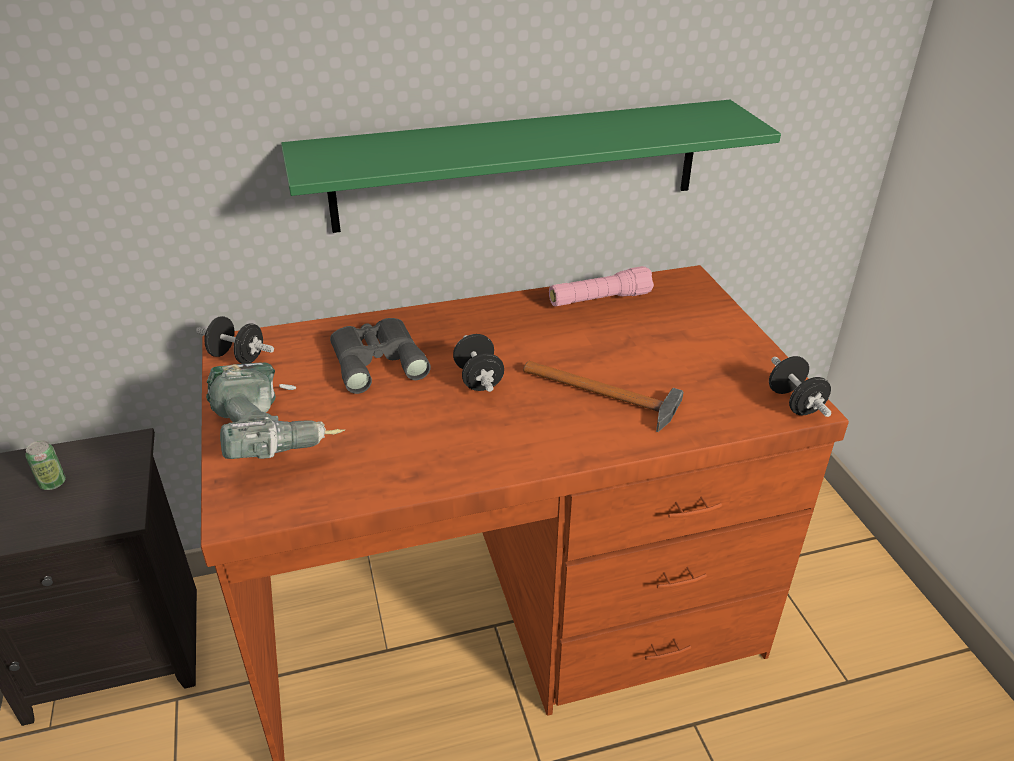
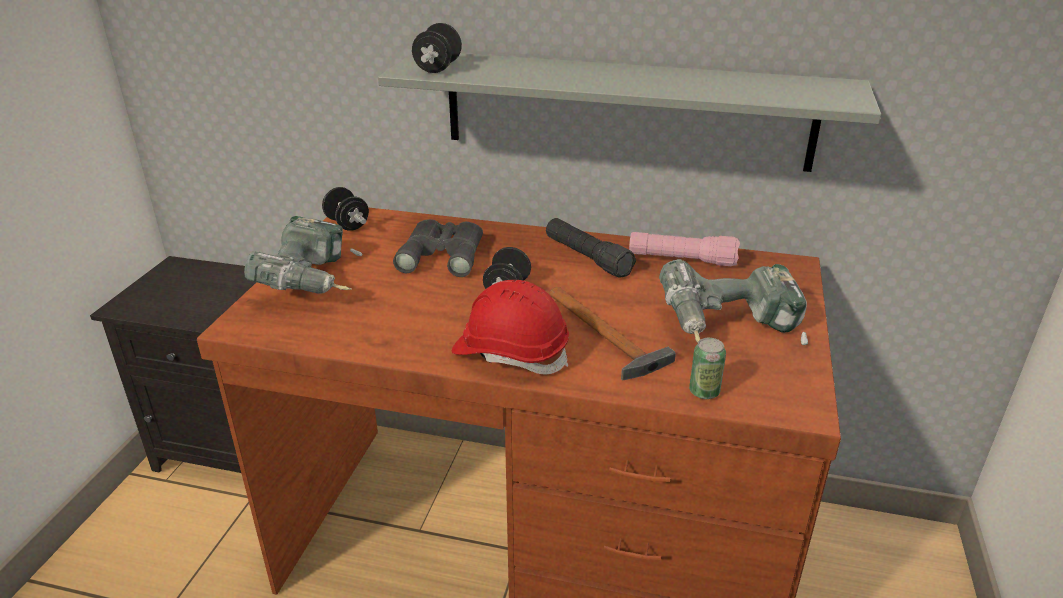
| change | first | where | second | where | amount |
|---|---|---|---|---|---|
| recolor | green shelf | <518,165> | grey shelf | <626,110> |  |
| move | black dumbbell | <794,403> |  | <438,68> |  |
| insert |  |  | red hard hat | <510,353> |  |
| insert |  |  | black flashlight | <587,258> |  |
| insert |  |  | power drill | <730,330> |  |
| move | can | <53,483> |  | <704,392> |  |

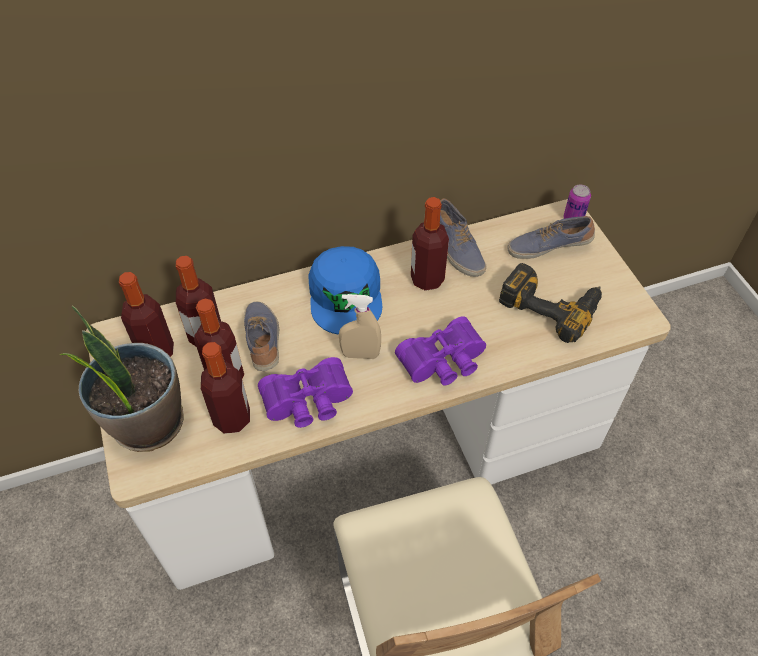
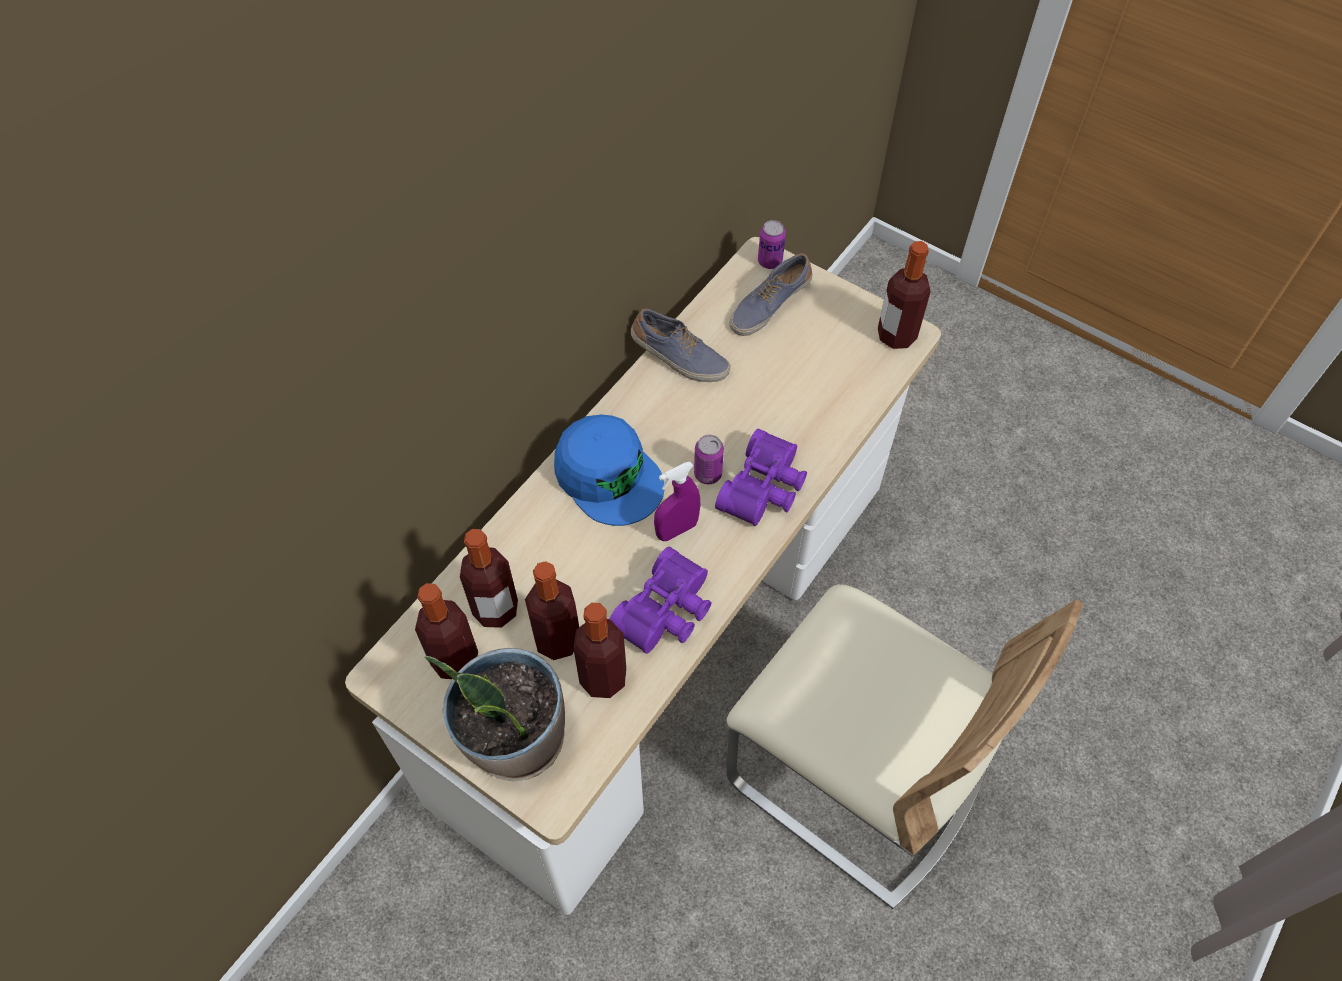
| change | first | where | second | where | amount |
|---|---|---|---|---|---|
| recolor | beige spray bottle | <360,354> | purple spray bottle | <677,530> |  |
| insert |  |  | can | <708,474> |  |
| move | bottle | <427,279> |  | <896,335> |  |
| delete | shoe | <264,341> |  |  |  |
| delete | power drill | <551,303> |  |  |  |

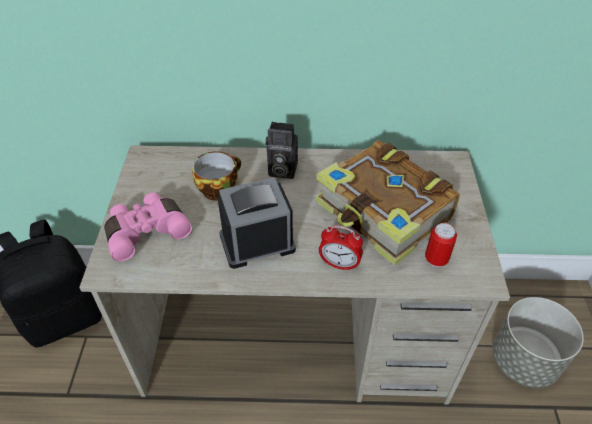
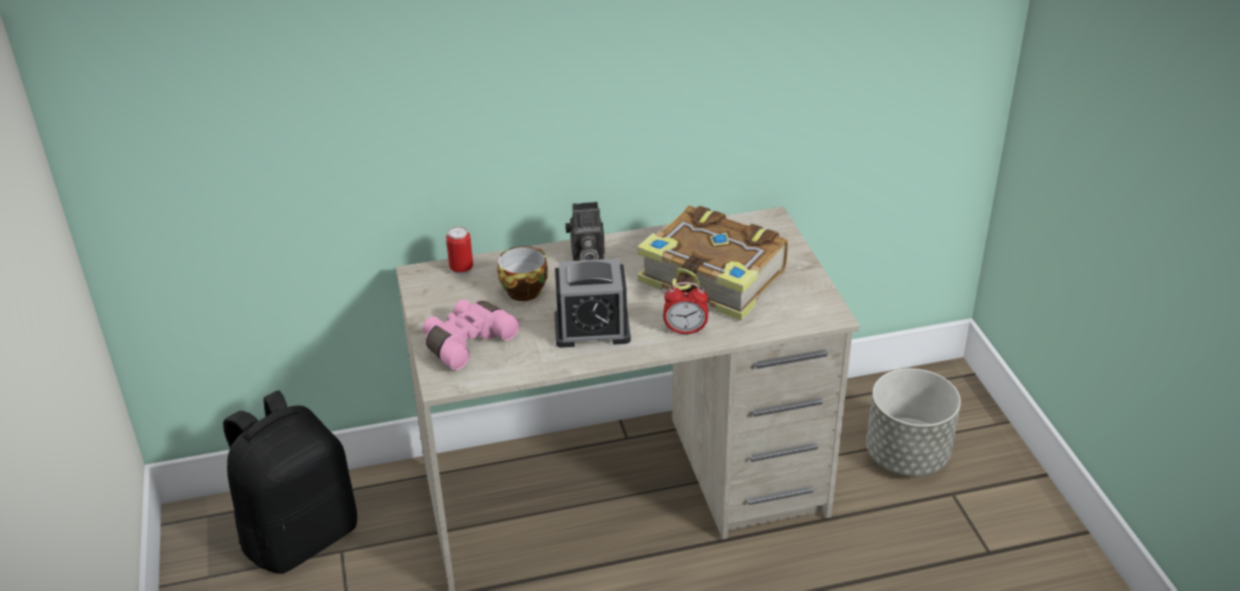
| change | first | where | second | where | amount |
|---|---|---|---|---|---|
| move | can | <436,259> |  | <461,269> |  |
| rotate | alarm clock | <257,242> |  | <592,329> | 150 degrees counterclockwise |

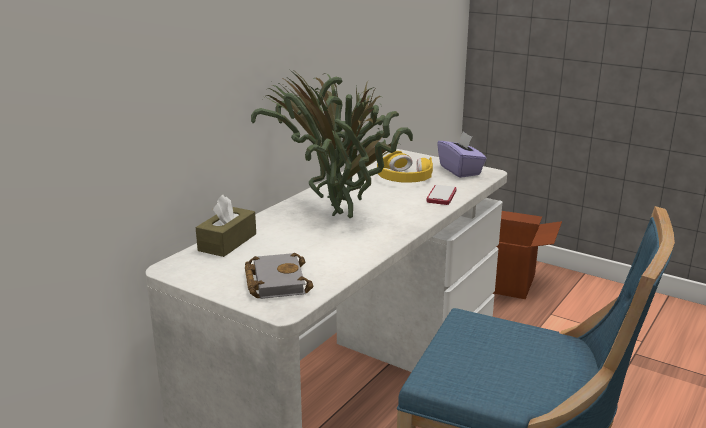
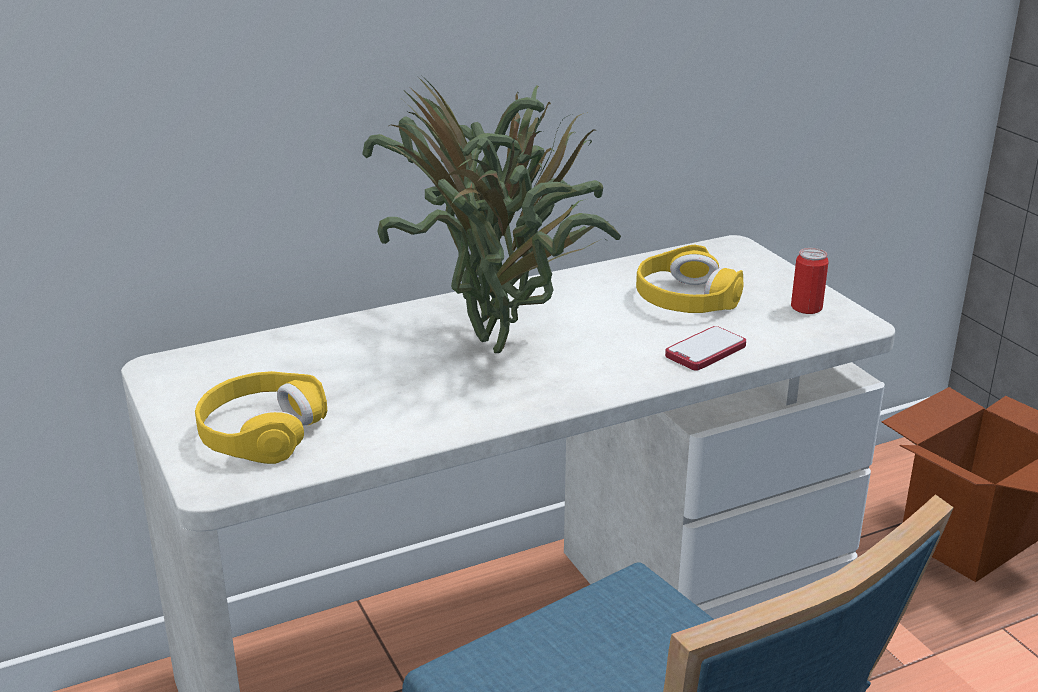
| change | first | where | second | where | amount |
|---|---|---|---|---|---|
| replace | grey book | <275,281> | yellow headphones | <261,432> |  |
| replace | purple tissue box | <460,170> | can | <806,307> |  |
| delete | brown tissue box | <227,242> |  |  |  |

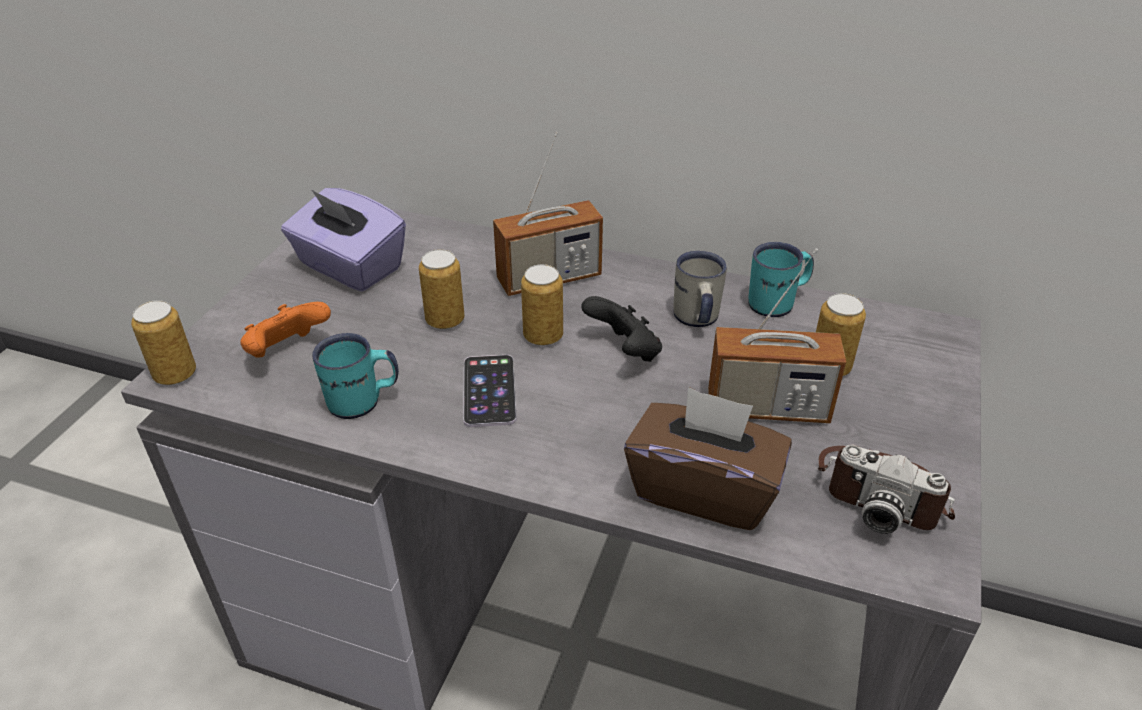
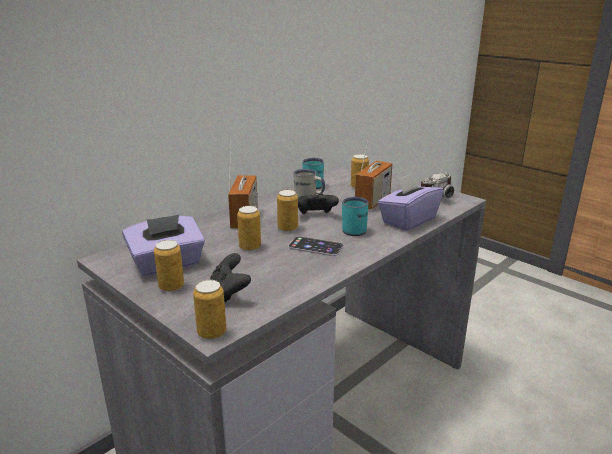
| change | first | where | second | where | amount |
|---|---|---|---|---|---|
| insert |  |  | can | <171,287> |  |
| recolor | orange game controller | <287,351> | black game controller | <229,293> |  |
| move | turquoise mug | <363,402> |  | <355,229> |  |
| recolor | brown tissue box | <703,489> | purple tissue box | <408,220> |  |

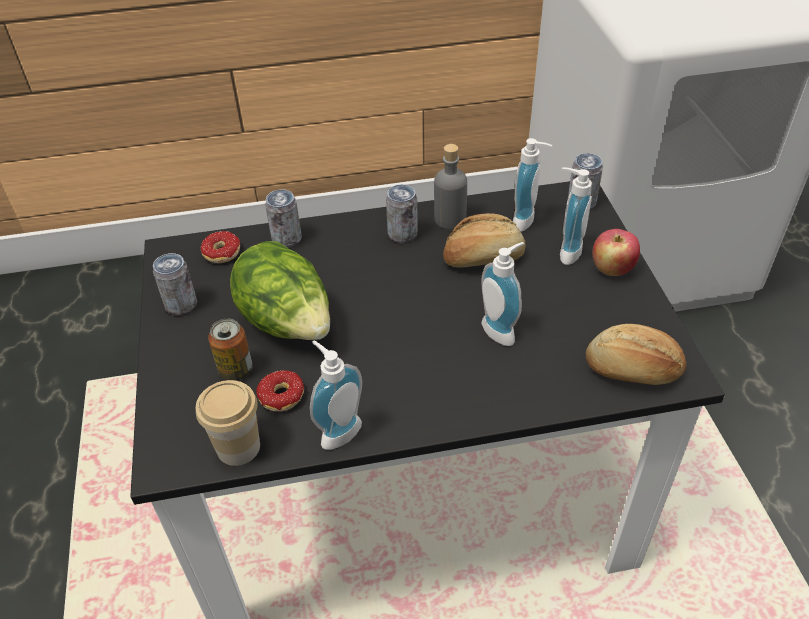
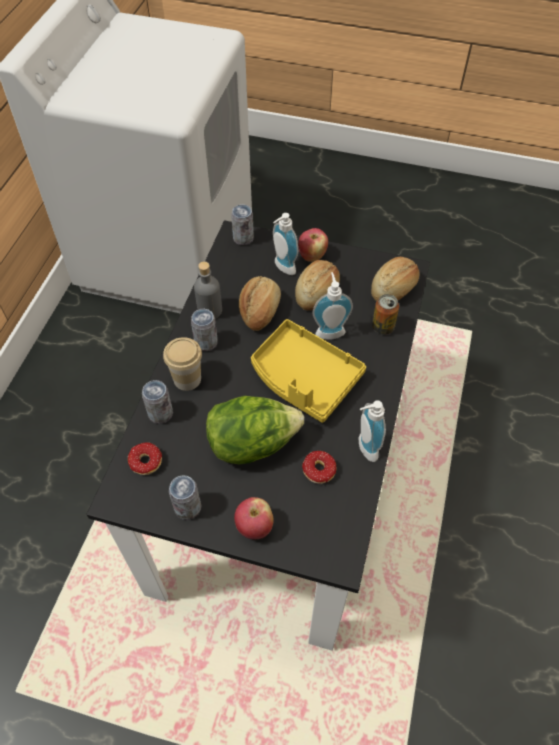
| change | first | where | second | where | amount |
|---|---|---|---|---|---|
| move | cup | <238,447> |  | <187,379> |  |
| insert |  |  | apple | <254,527> |  |
| insert |  |  | yellow tray | <304,378> |  |
| insert |  |  | bread | <317,292> |  |
| move | can | <236,370> |  | <383,327> |  |
| delete | soap dispenser | <527,221> |  |  |  |

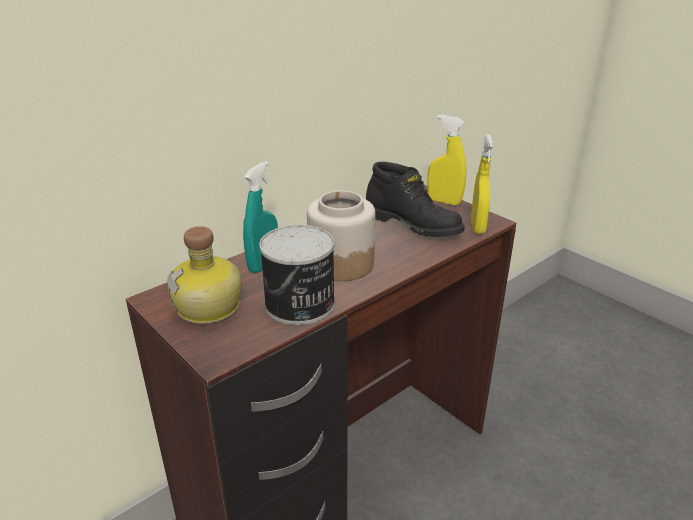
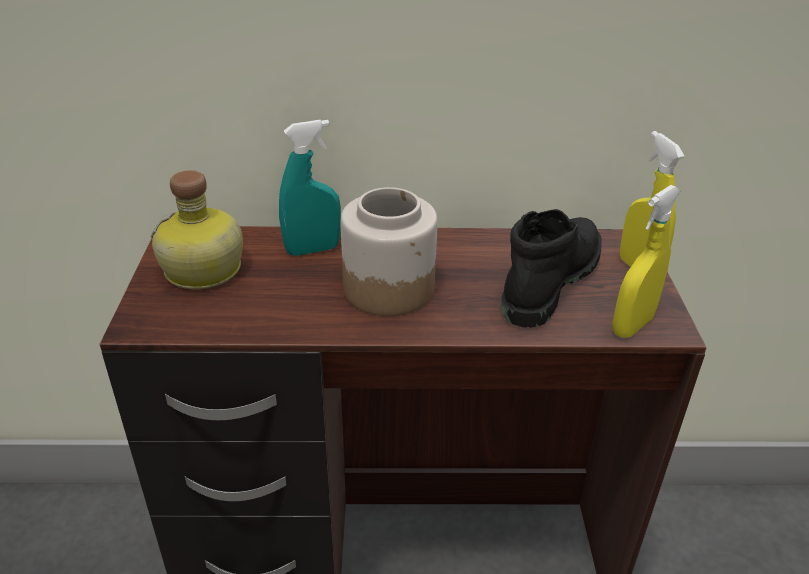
| change | first | where | second | where | amount |
|---|---|---|---|---|---|
| rotate | black boot | <413,224> |  | <548,281> | 135 degrees counterclockwise |
| delete | can | <300,305> |  |  |  |

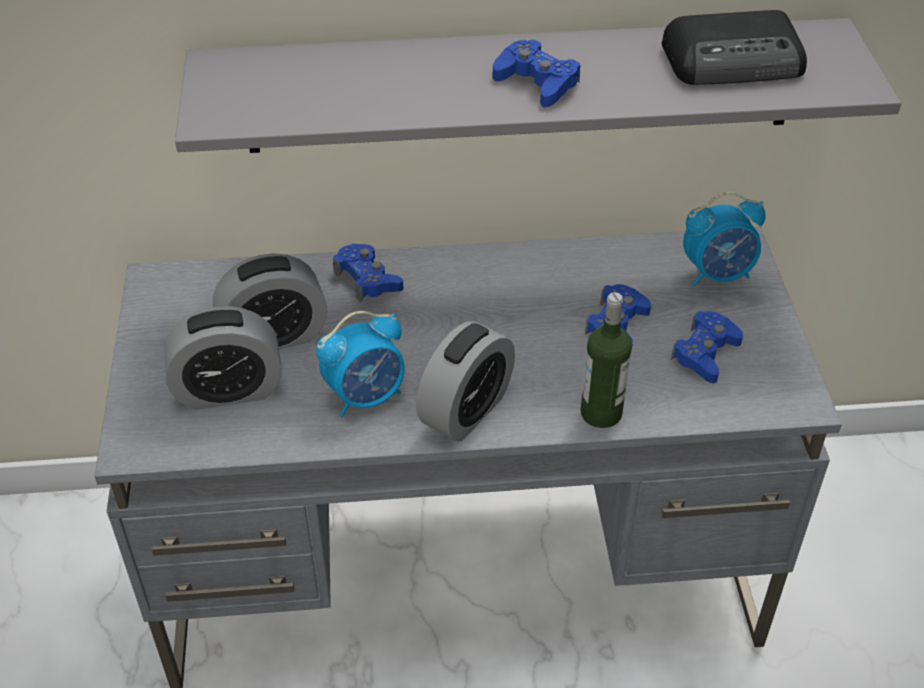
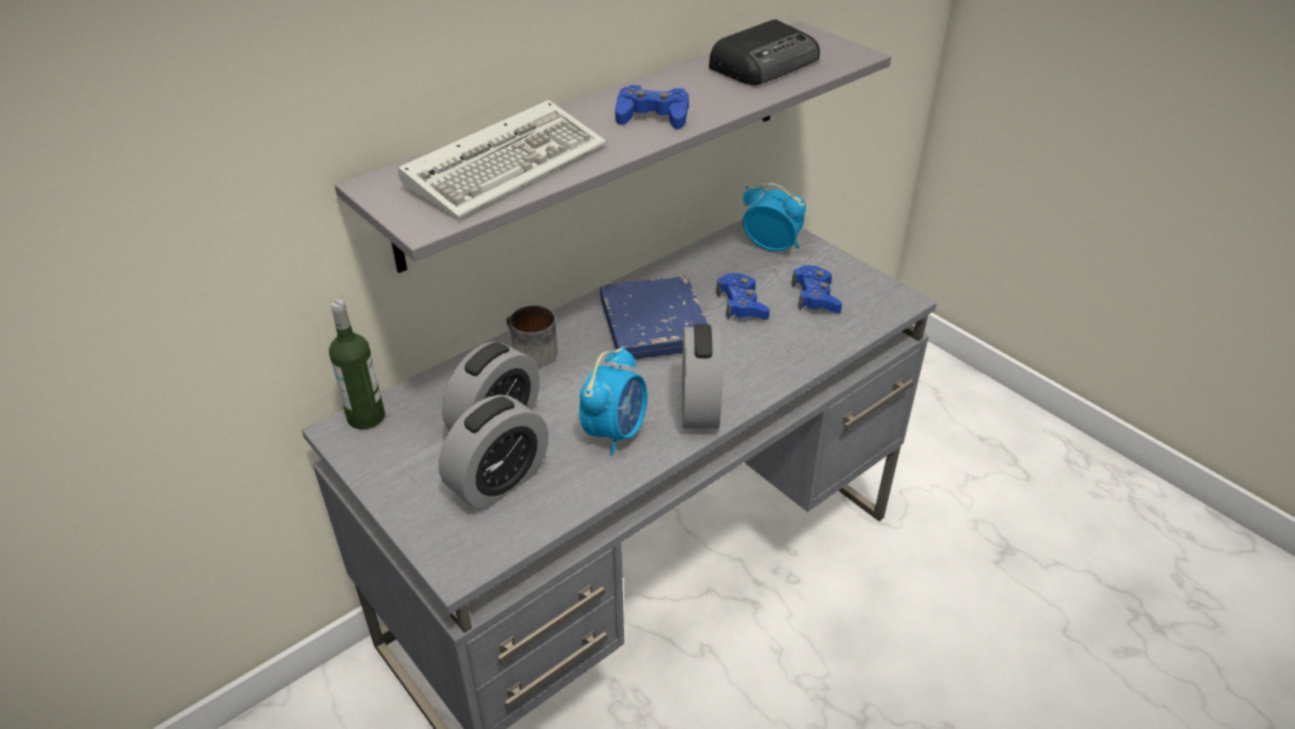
| change | first | where | second | where | amount |
|---|---|---|---|---|---|
| move | bottle | <601,413> |  | <366,417> |  |
| insert |  |  | keyboard | <508,164> |  |
| replace | blue game controller | <367,279> | mug | <529,352> |  |
| insert |  |  | blue book | <654,325> |  |
| rotate | alarm clock | <717,274> |  | <771,246> | 105 degrees counterclockwise |

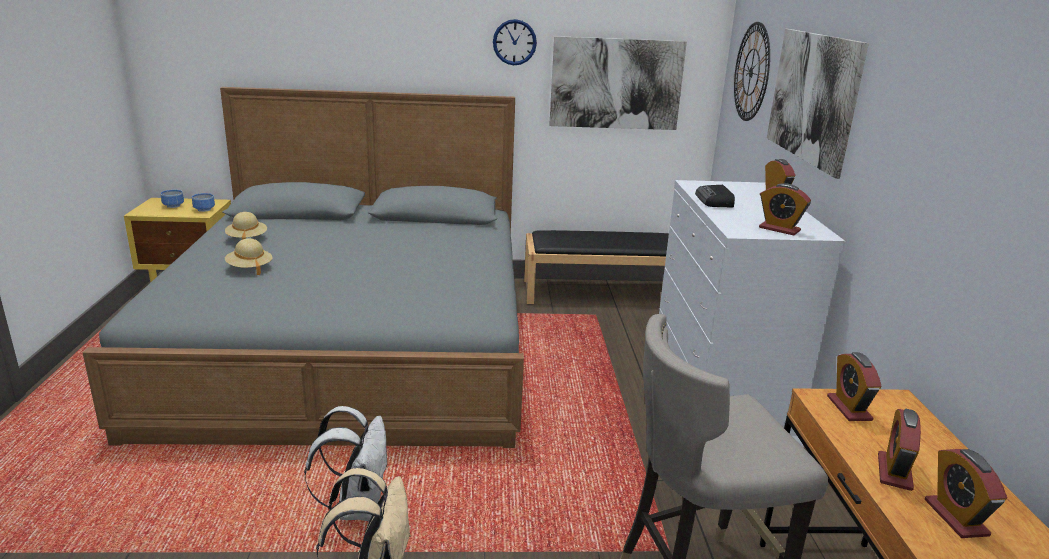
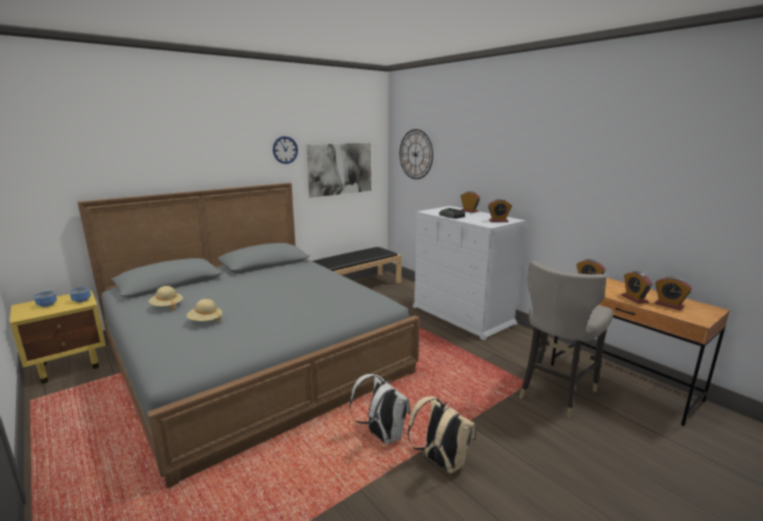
| change | first | where | second | where | amount |
|---|---|---|---|---|---|
| delete | picture | <812,97> |  |  |  |

